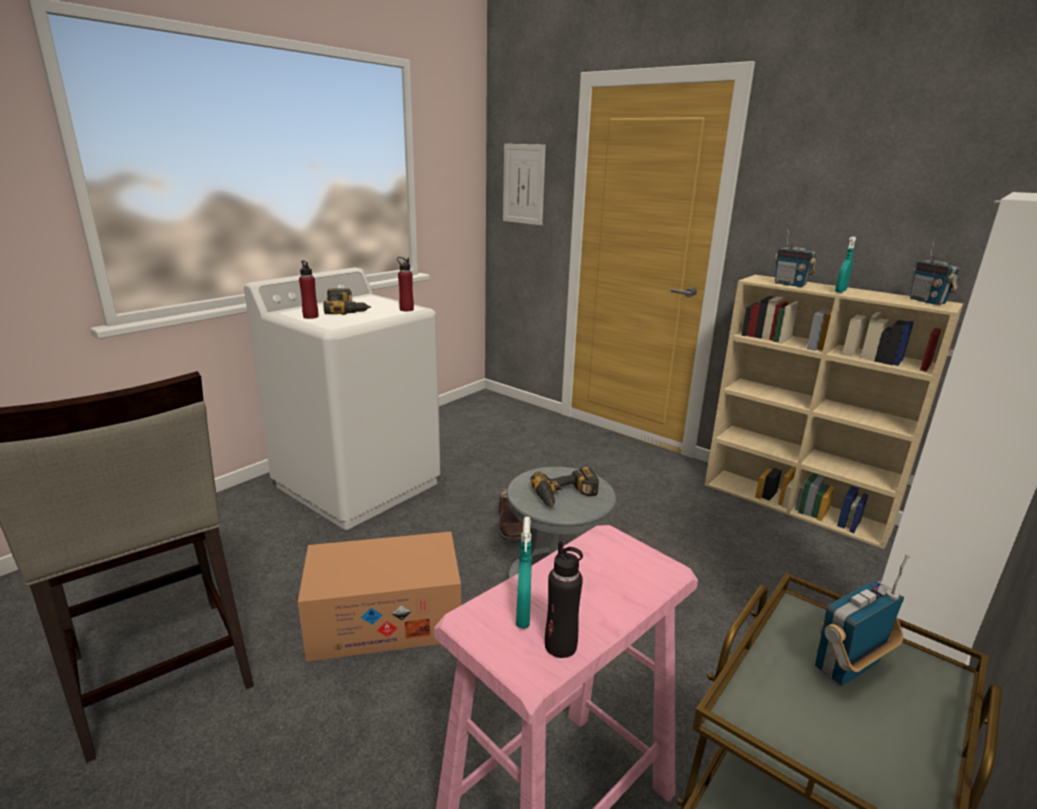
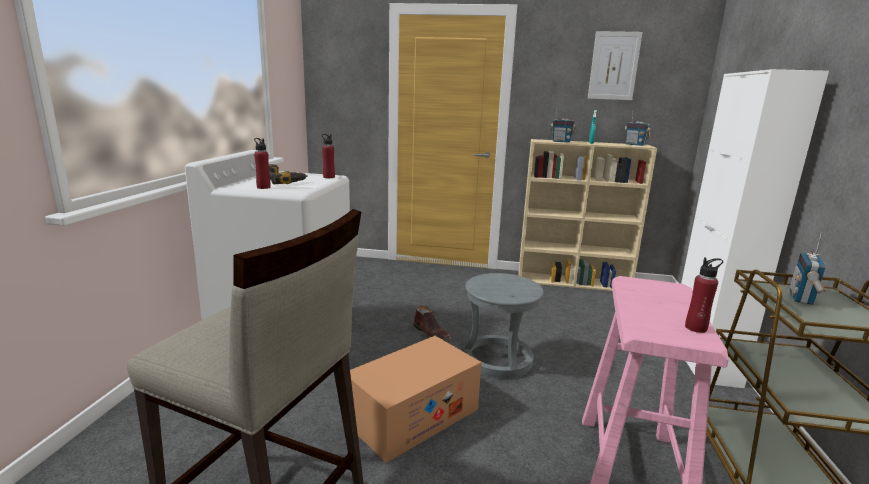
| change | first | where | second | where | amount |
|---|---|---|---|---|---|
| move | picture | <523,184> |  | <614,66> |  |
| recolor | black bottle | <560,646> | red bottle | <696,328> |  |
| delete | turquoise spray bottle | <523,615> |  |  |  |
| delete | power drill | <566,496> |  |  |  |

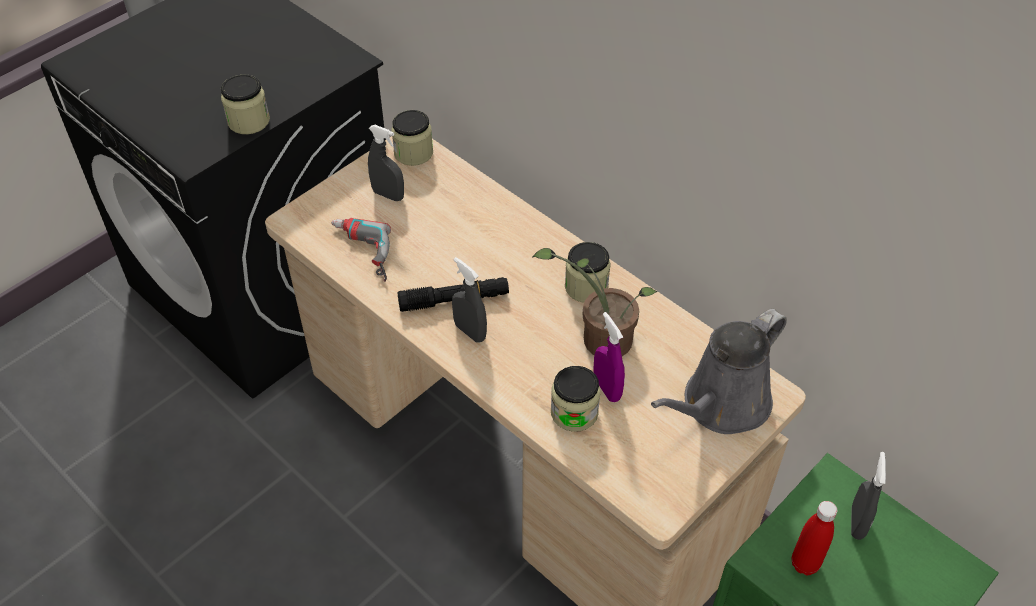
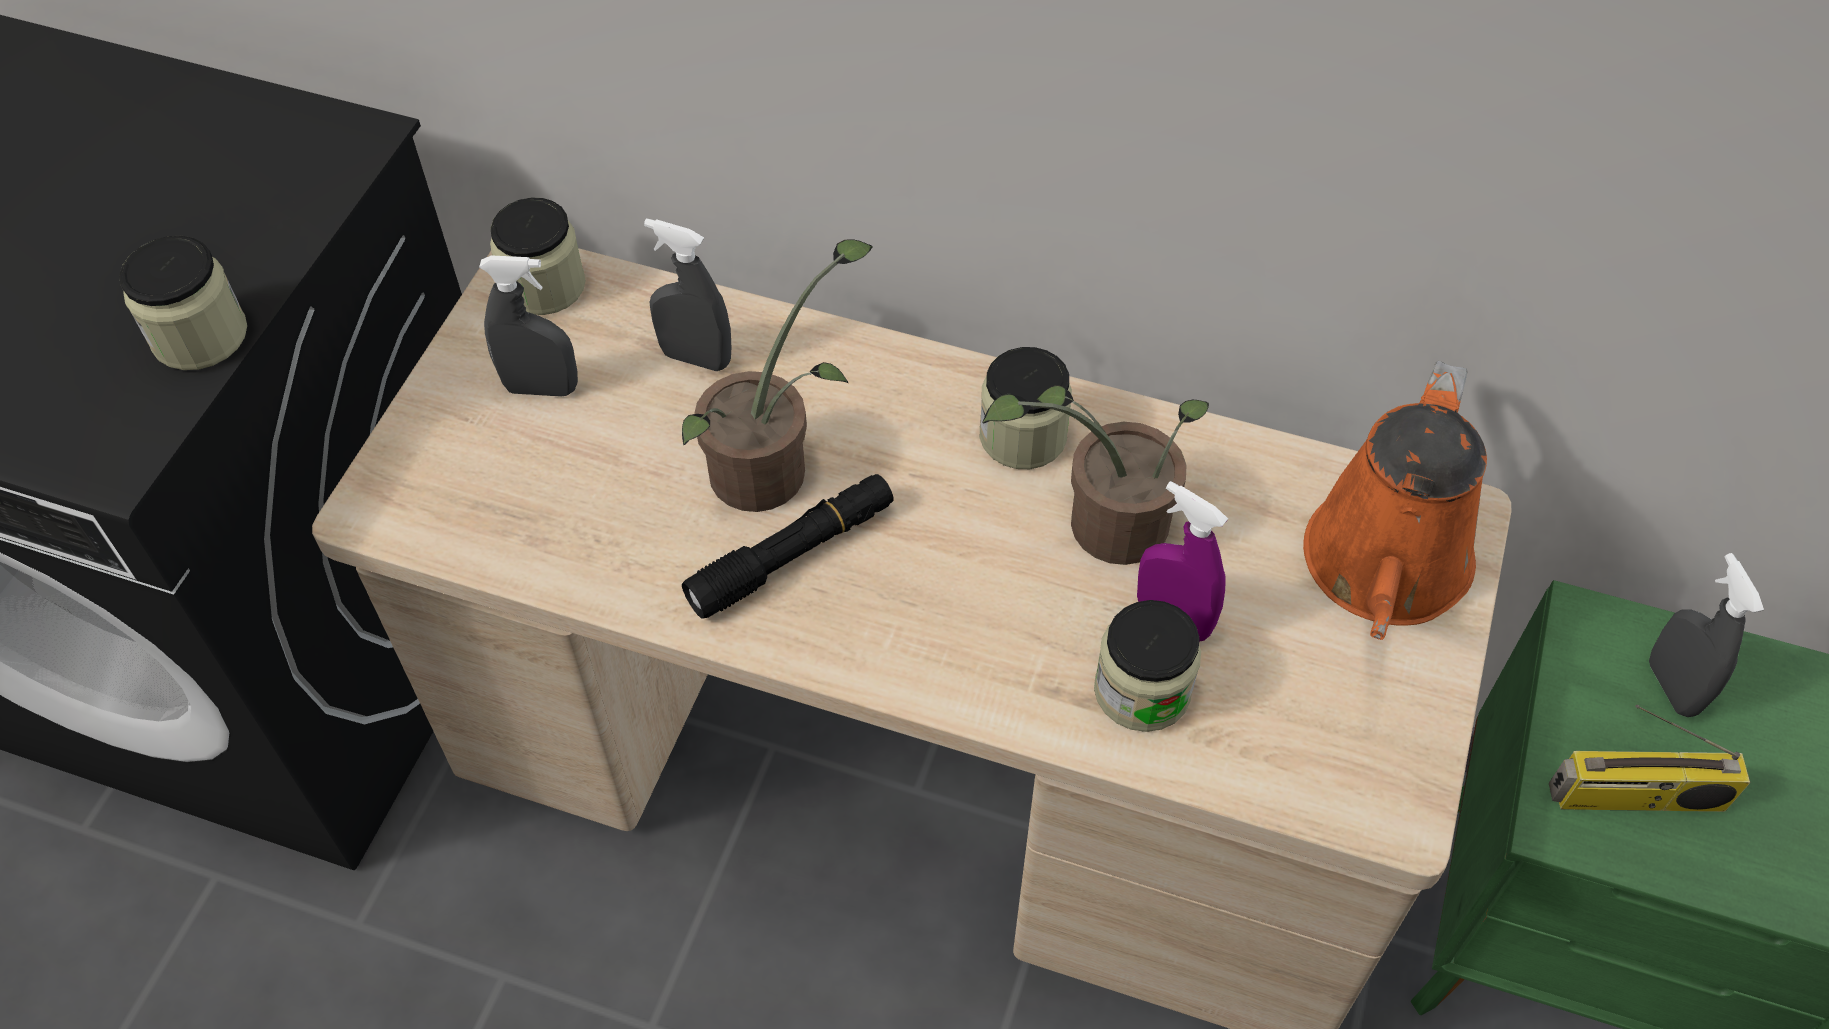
| change | first | where | second | where | amount |
|---|---|---|---|---|---|
| move | grey spray bottle | <470,332> |  | <696,358> |  |
| insert |  |  | potted plant | <772,467> |  |
| recolor | grey watering can | <721,405> | orange watering can | <1384,571> |  |
| replace | red bottle | <805,564> | radio | <1635,798> |  |
| delete | power drill | <359,254> |  |  |  |

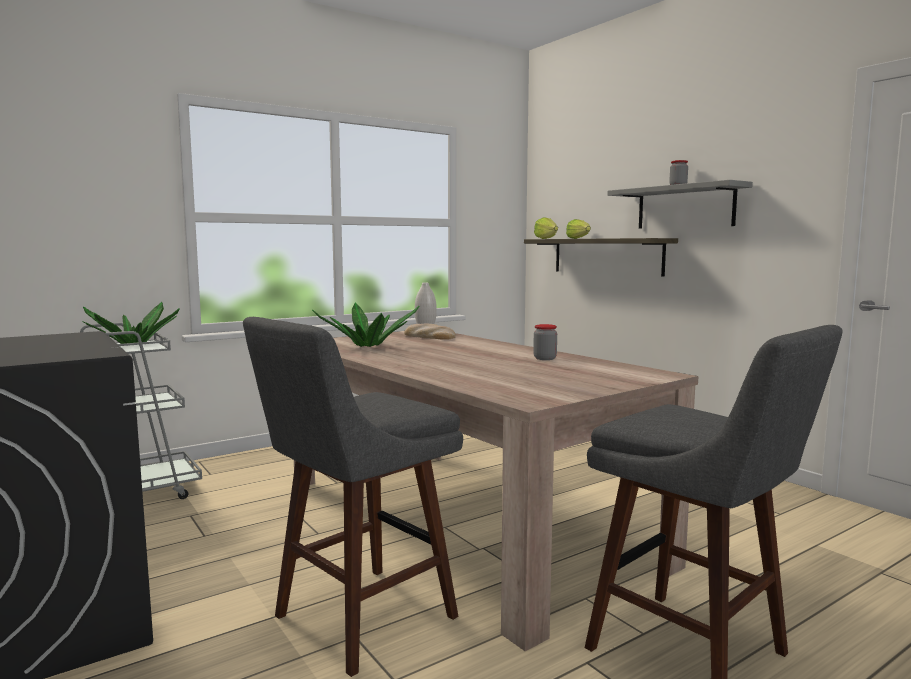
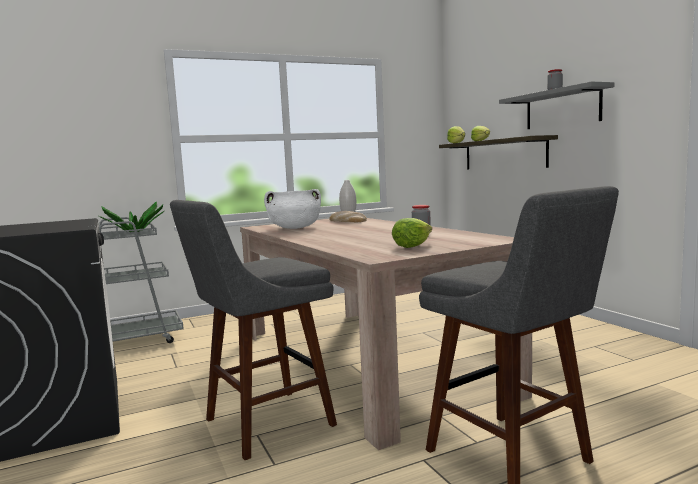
| change | first | where | second | where | amount |
|---|---|---|---|---|---|
| replace | potted plant | <368,346> | white cooking pot | <294,228> |  |
| insert |  |  | lettuce | <412,246> |  |

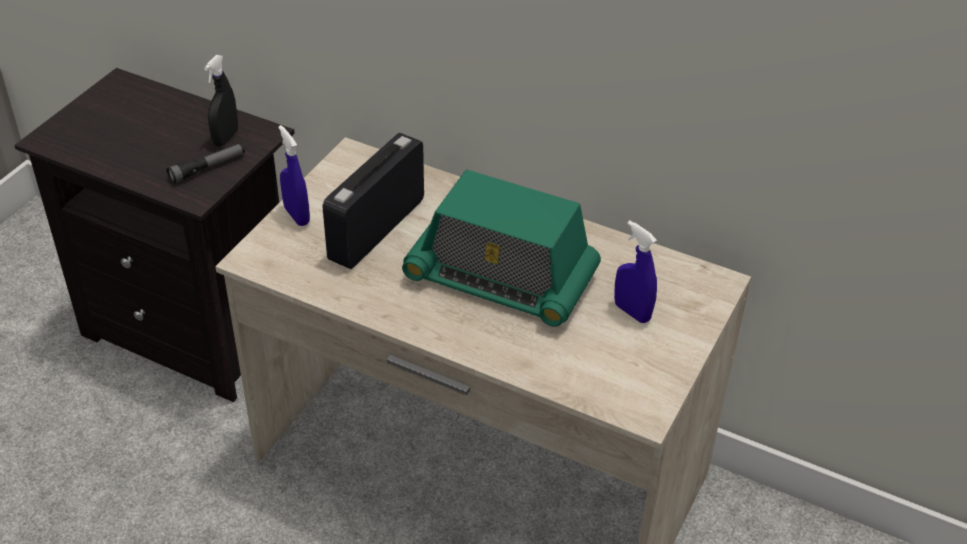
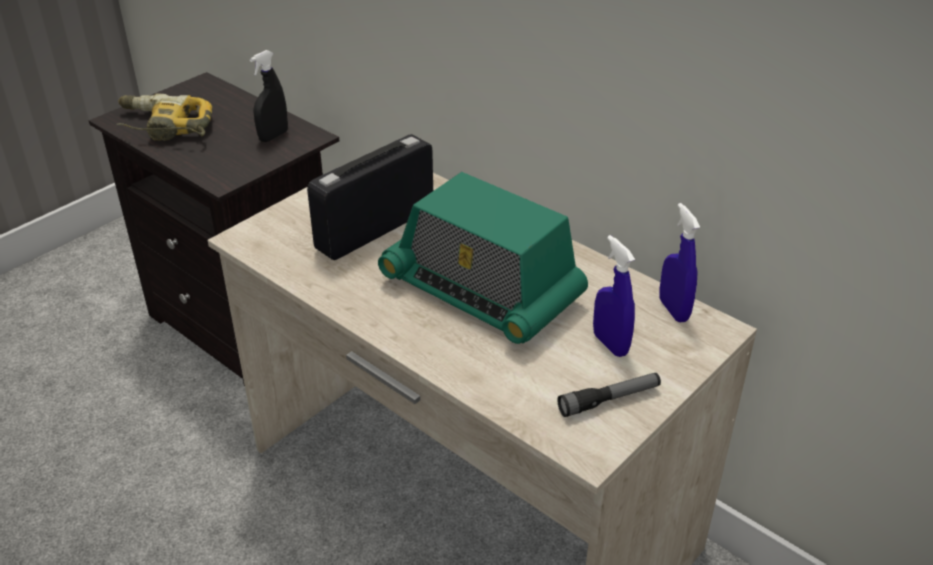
| change | first | where | second | where | amount |
|---|---|---|---|---|---|
| insert |  |  | power drill | <163,127> |  |
| move | flashlight | <207,168> |  | <609,400> |  |
| move | blue spray bottle | <296,216> |  | <673,310> |  |

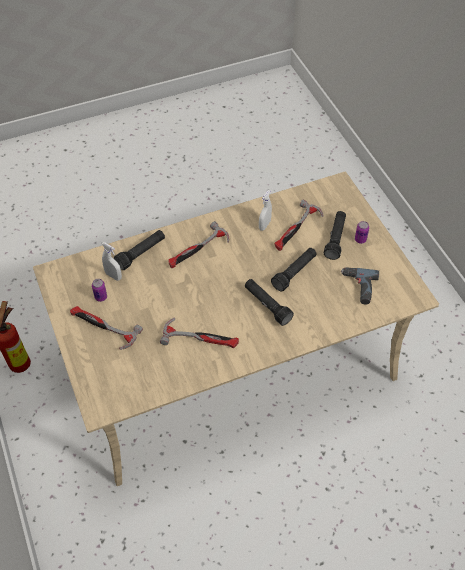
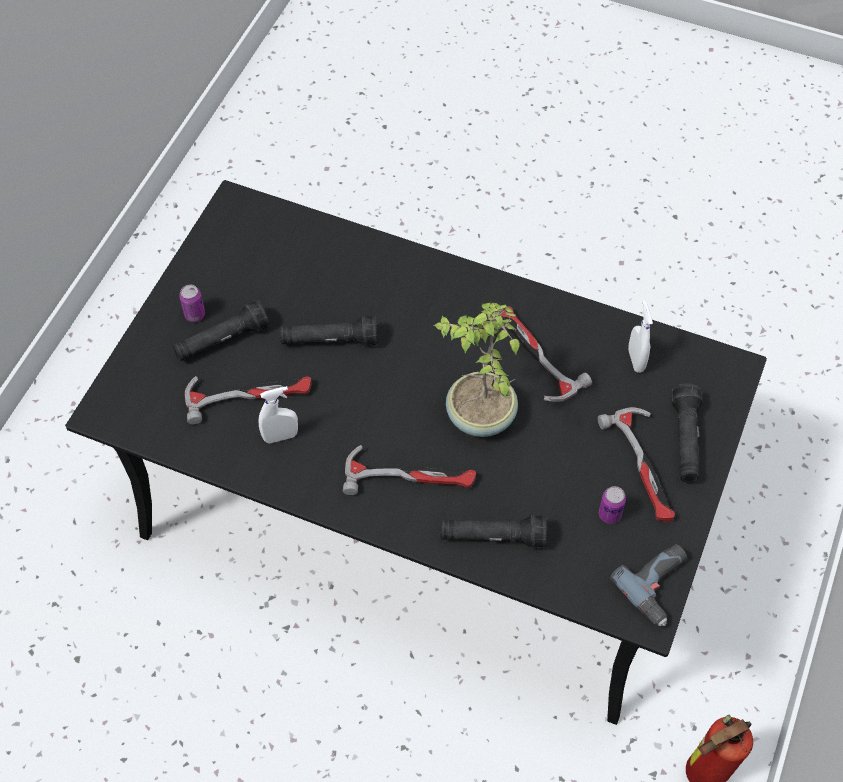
| change | first | where | second | where | amount |
|---|---|---|---|---|---|
| recolor | beige dining table | <232,367> | black dining table | <423,512> |  |
| insert |  |  | potted plant | <479,417> |  |
| move | power drill | <358,287> |  | <660,586> |  |
| move | white spray bottle | <113,276> |  | <636,360> |  |
| move | black flashlight | <267,305> |  | <685,441> |  |

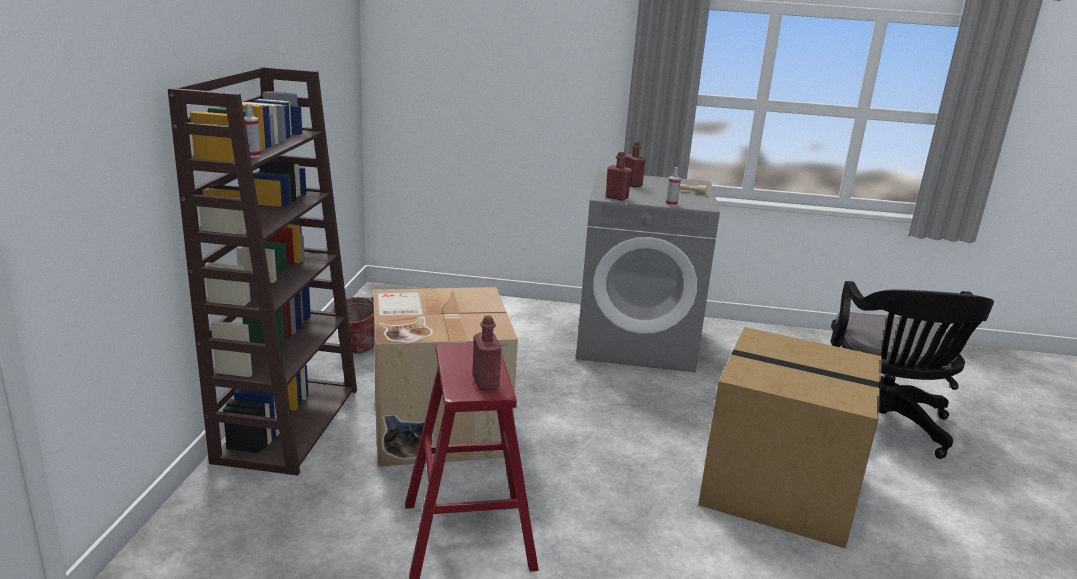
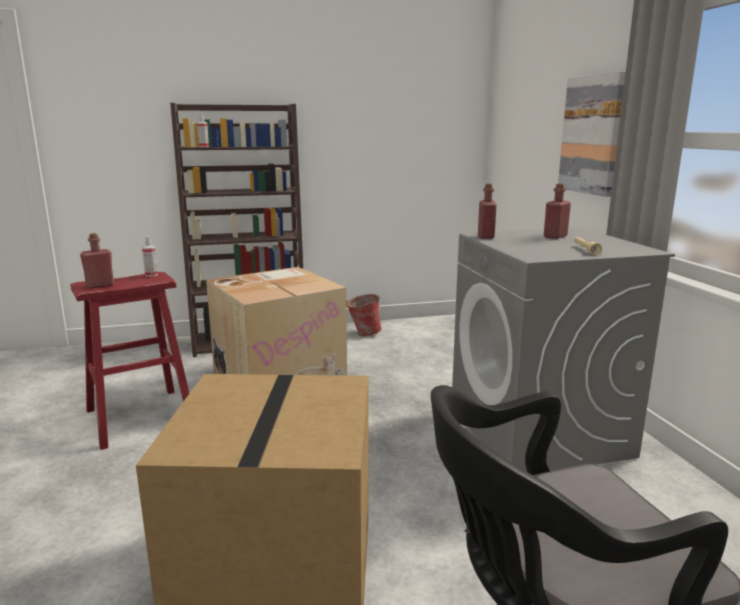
| change | first | where | second | where | amount |
|---|---|---|---|---|---|
| move | spray bottle | <671,204> |  | <151,275> |  |
| insert |  |  | picture | <591,135> |  |

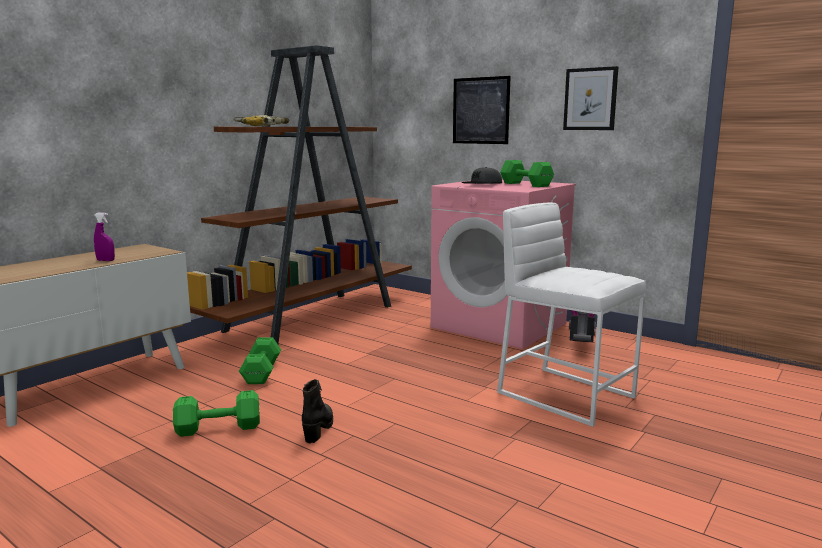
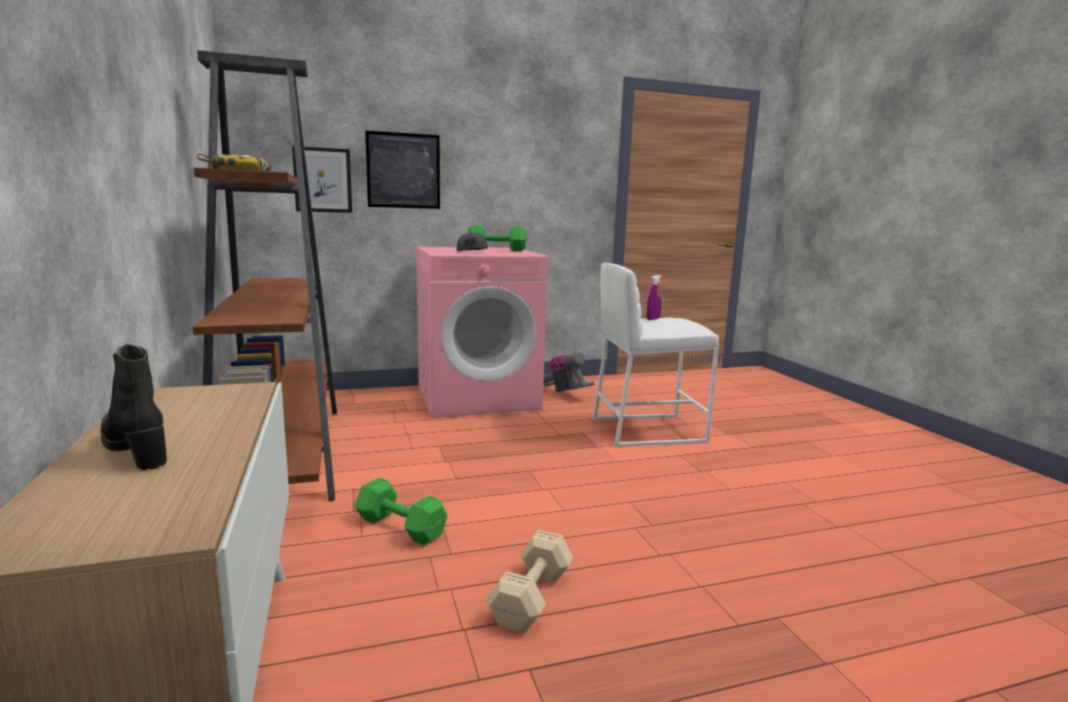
| change | first | where | second | where | amount |
|---|---|---|---|---|---|
| move | black boot | <319,428> |  | <137,450> |  |
| move | picture | <590,99> |  | <323,180> |  |
| recolor | green dumbbell | <216,428> | beige dumbbell | <529,599> |  |
| move | purple spray bottle | <105,260> |  | <653,319> |  |

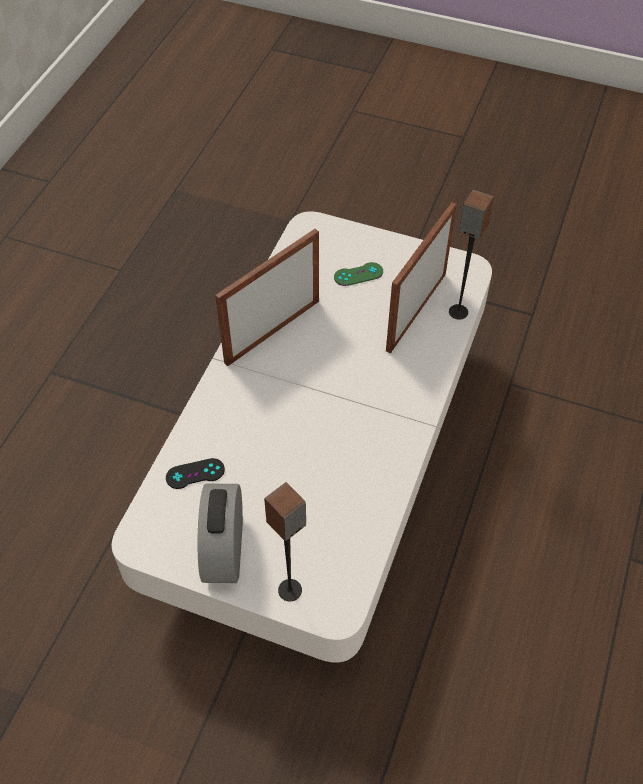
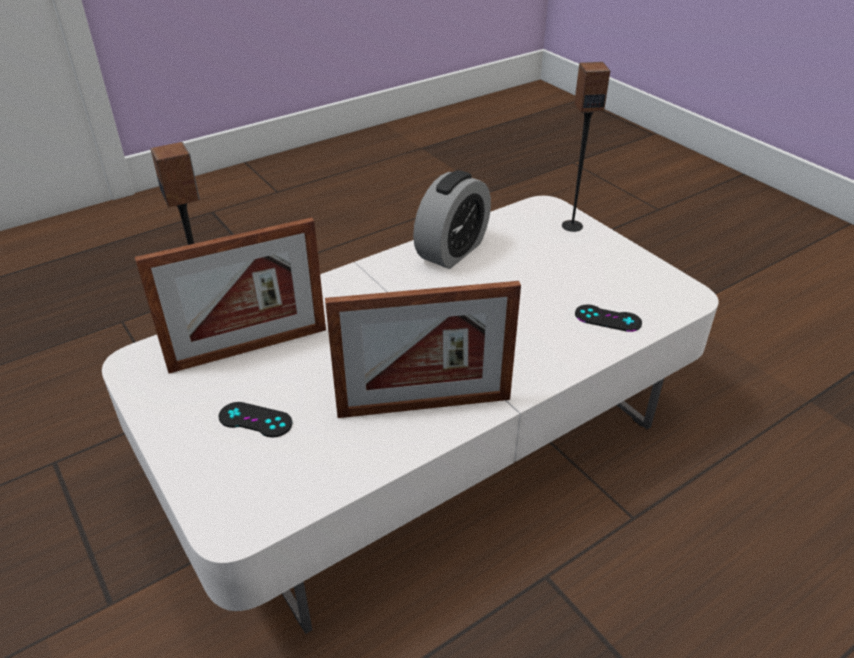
| change | first | where | second | where | amount |
|---|---|---|---|---|---|
| recolor | green game controller | <358,274> | black game controller | <255,420> |  |
| move | alarm clock | <224,550> |  | <452,251> |  |

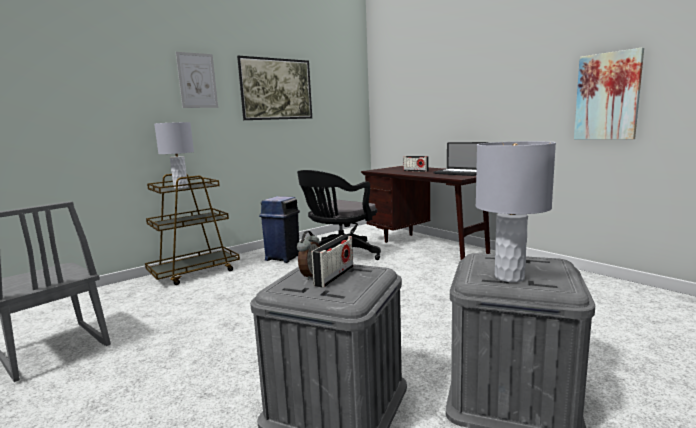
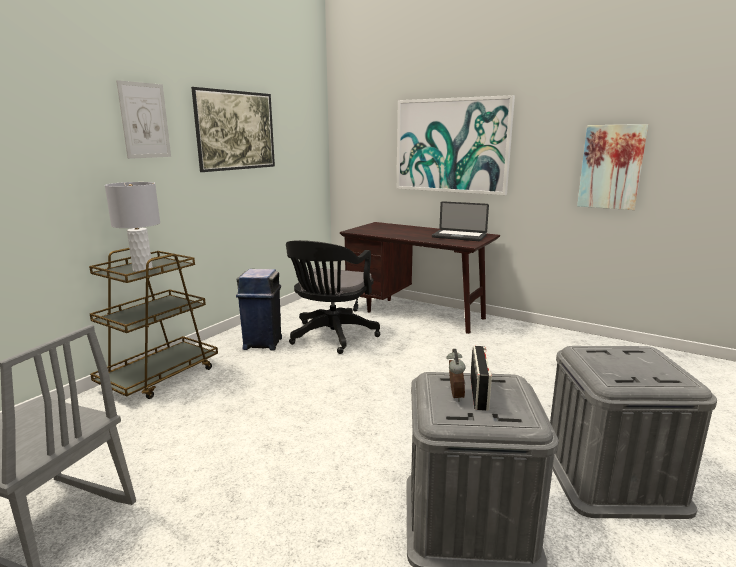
| change | first | where | second | where | amount |
|---|---|---|---|---|---|
| insert |  |  | picture | <451,145> |  |
| delete | radio | <415,171> |  |  |  |
| delete | grey table lamp | <509,277> |  |  |  |

